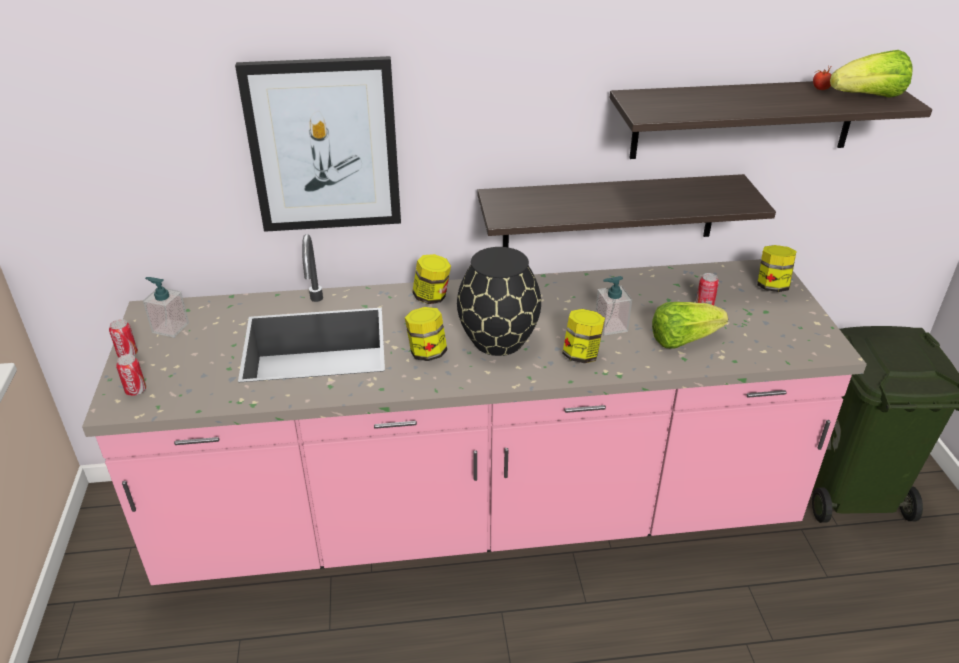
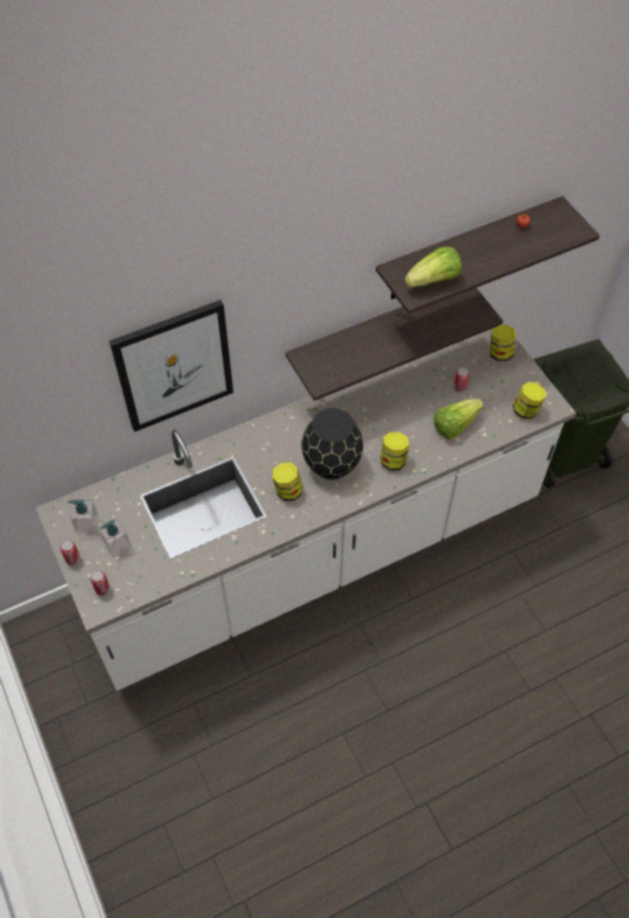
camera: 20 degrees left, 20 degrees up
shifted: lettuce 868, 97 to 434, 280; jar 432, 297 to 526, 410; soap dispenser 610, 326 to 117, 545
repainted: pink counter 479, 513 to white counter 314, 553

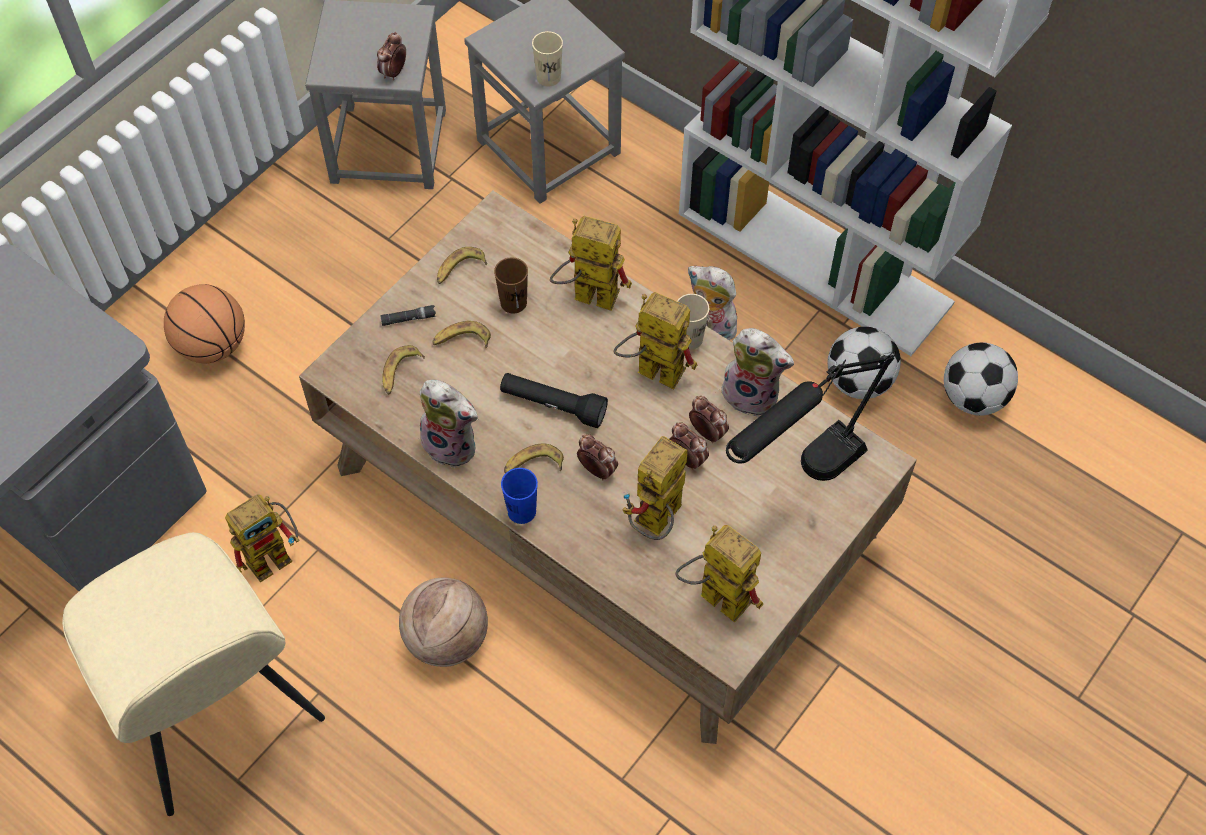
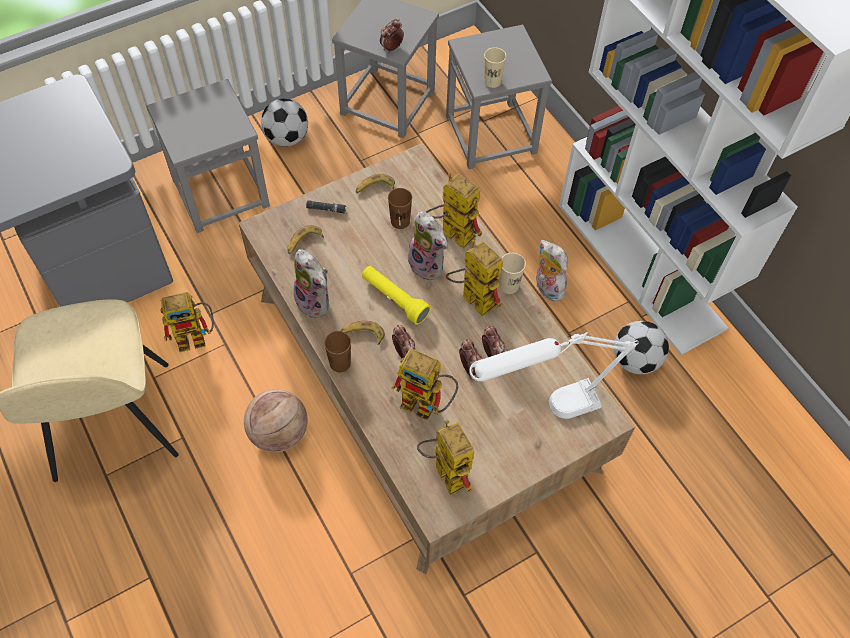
camera: 20 degrees right, 0 degrees up
gone: banana 461, 340
shifted: plush toy 752, 394 to 428, 265; football 973, 397 to 287, 138
swapped: basketball 212, 345 to grey stool 220, 192
repainted: black table lamp 799, 480 to white table lamp 542, 411; black flashlight 553, 405 to yellow flashlight 394, 299; blue cup 521, 511 to brown cup 340, 363
rotated: toy robot 656, 524 = 427, 405 120 degrees counterclockwise

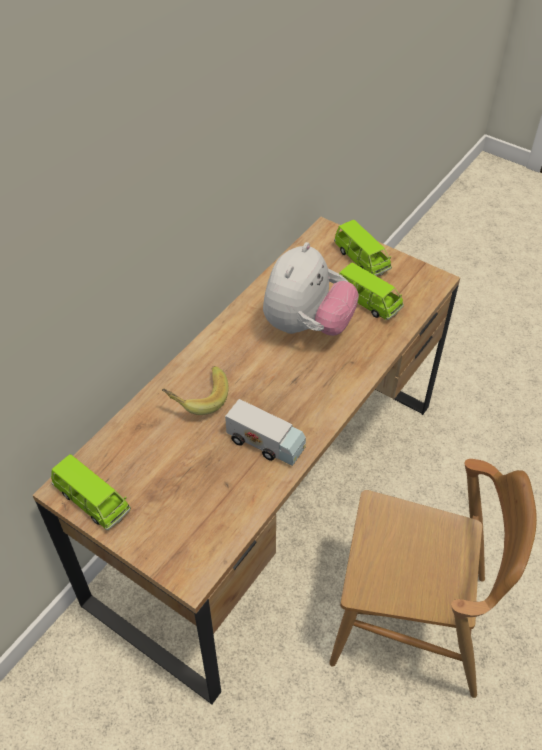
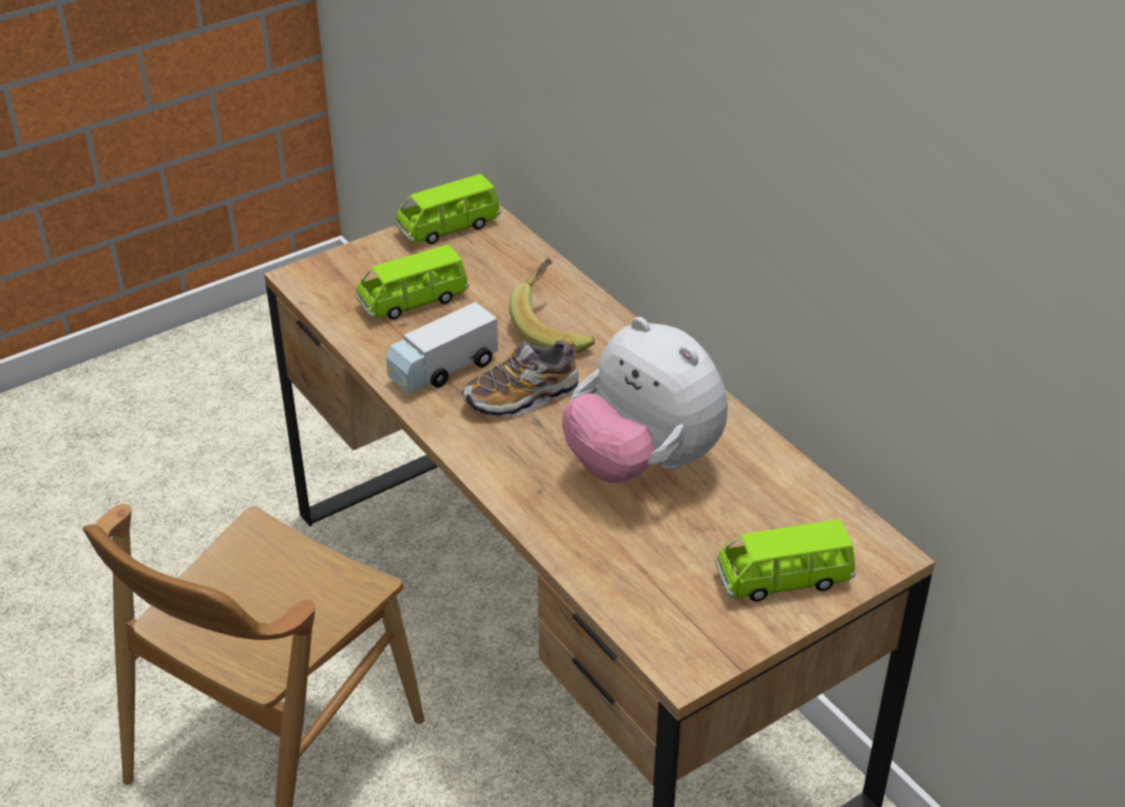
camera: 110 degrees right, 10 degrees down
new: shoe 522, 397
shifted: green toy car 368, 302 to 413, 301

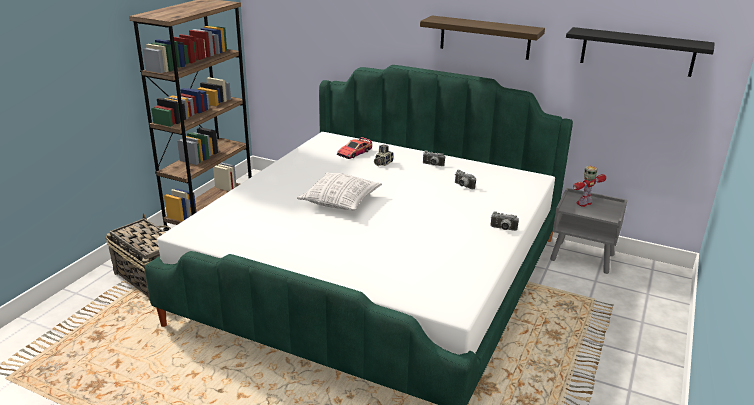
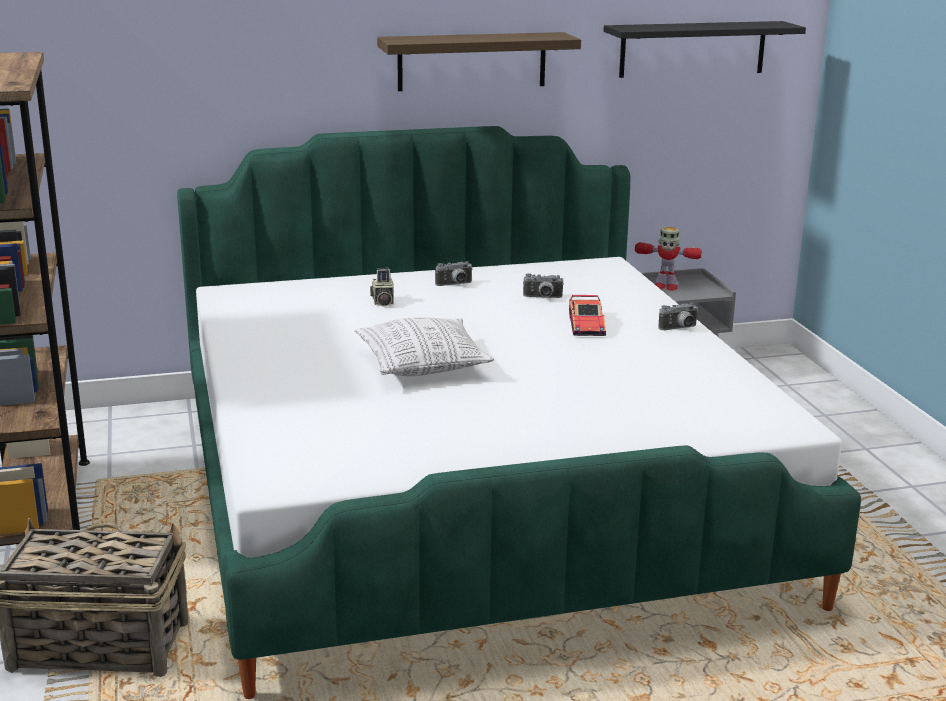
camera: 40 degrees left, 5 degrees down
shifted: toy car 354, 153 to 586, 325
rotated: toy robot 584, 203 = 665, 286 90 degrees counterclockwise

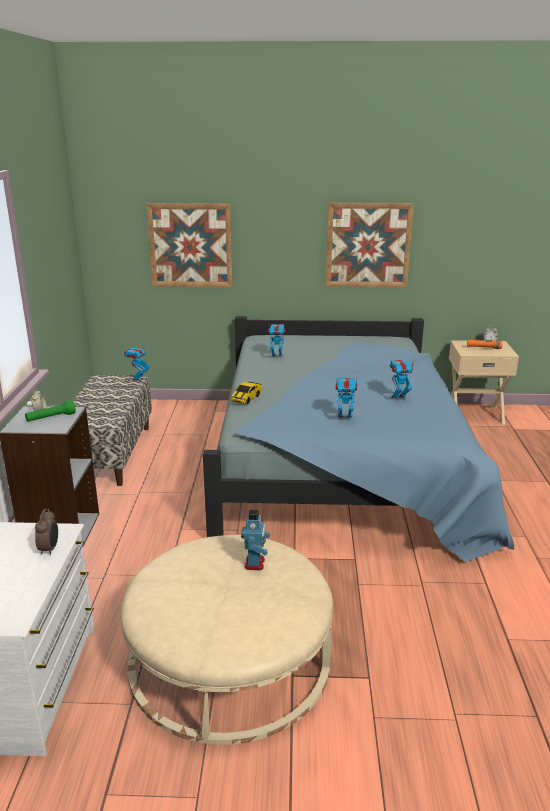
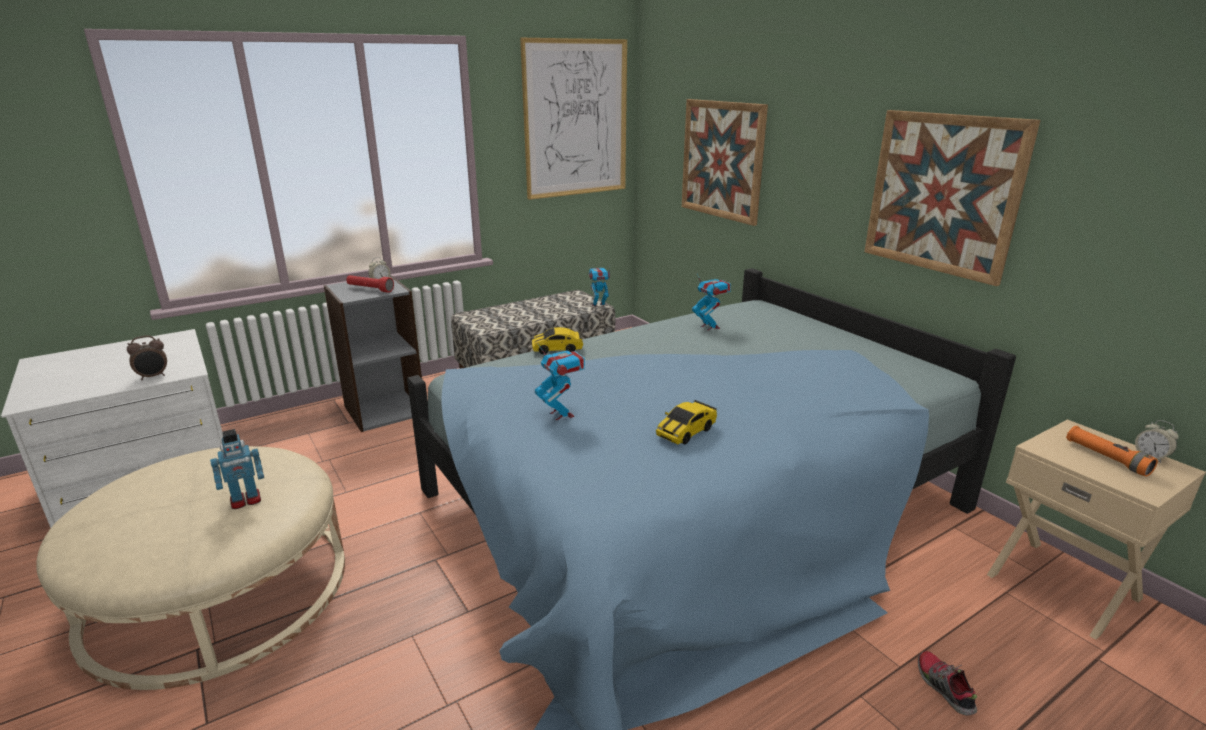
camera: 55 degrees right, 0 degrees up
new: picture 576, 119; shoe 943, 688
swapped: toy robot 398, 398 to toy car 686, 432
repainted: green flashlight 51, 418 to red flashlight 370, 289

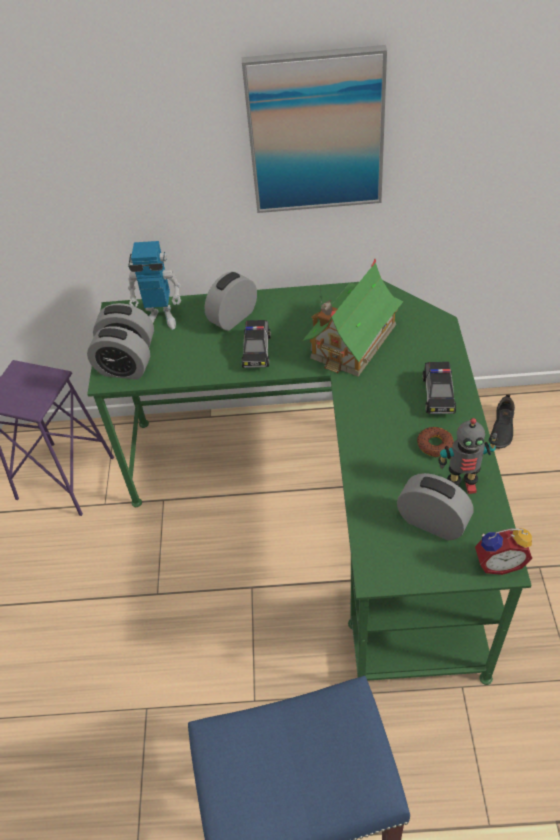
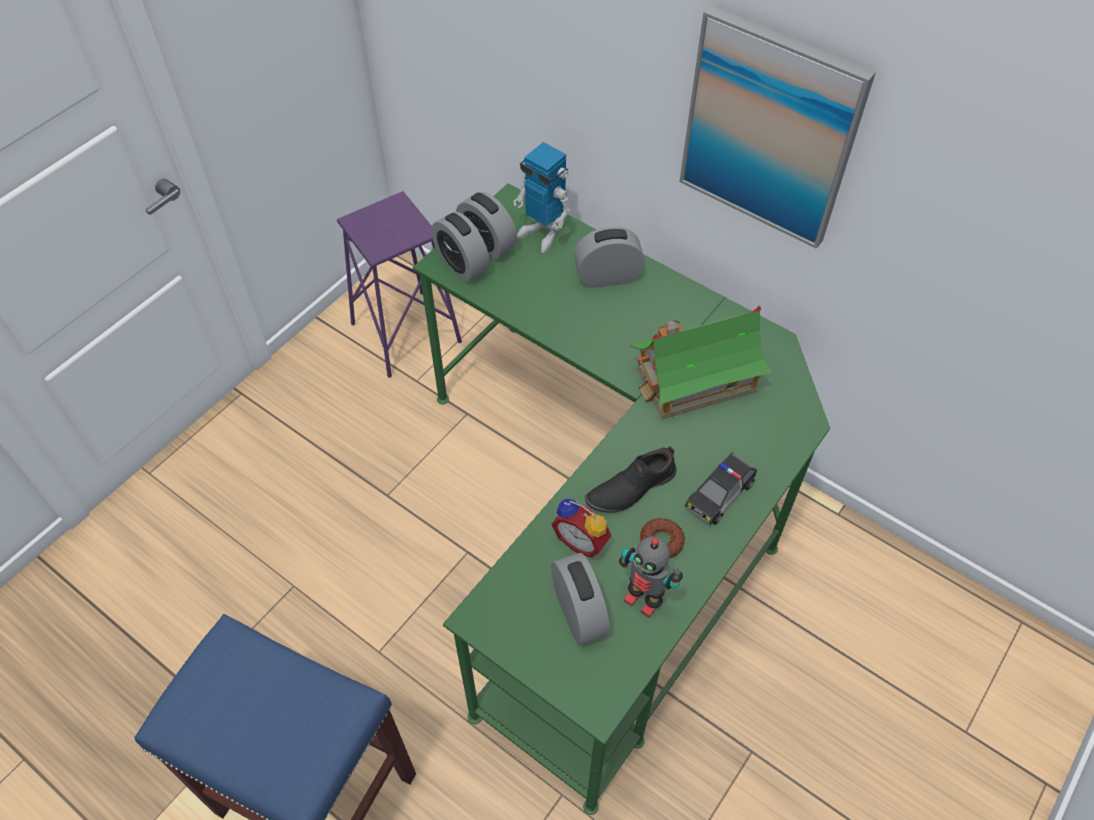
camera: 35 degrees right, 5 degrees up
gone: toy car 256, 351
shifted: black shoe 501, 429 to 630, 487; alarm clock 498, 562 to 582, 540

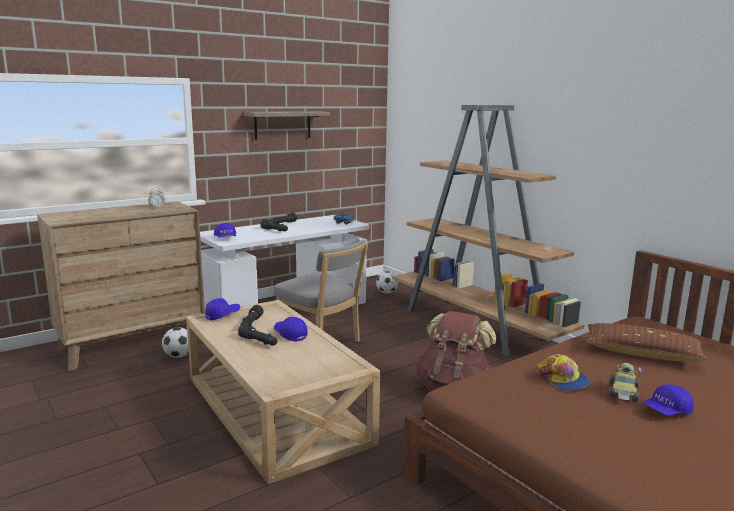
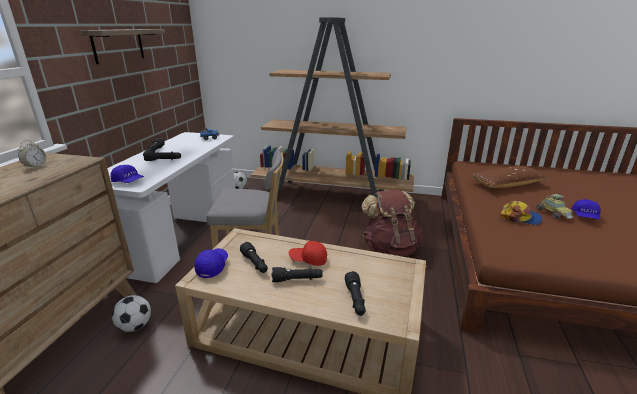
camera: 40 degrees left, 10 degrees up
new: black flashlight 355, 300
repainted: blue cap 290, 335 to red cap 308, 259

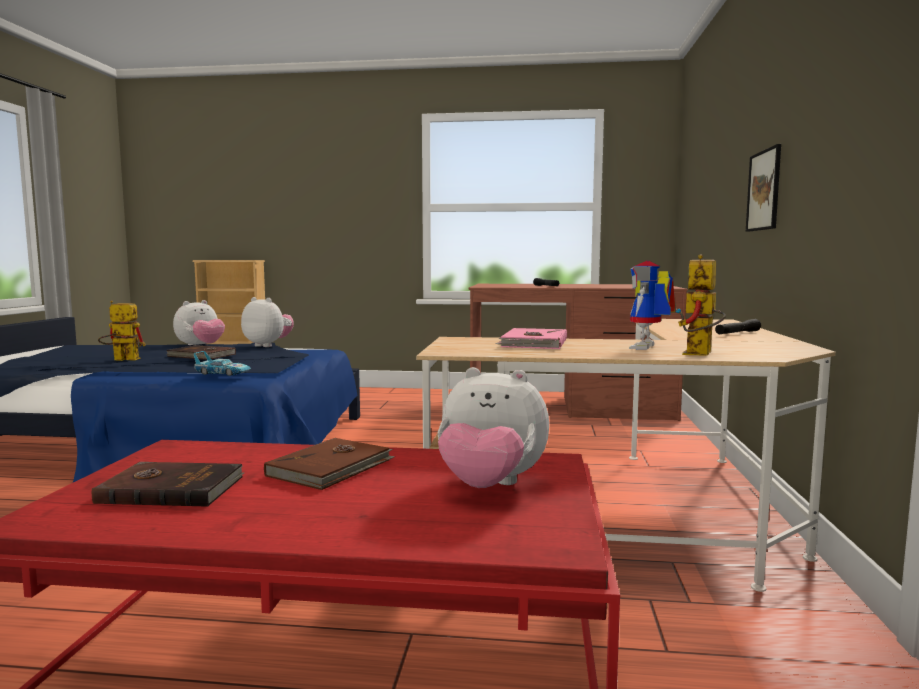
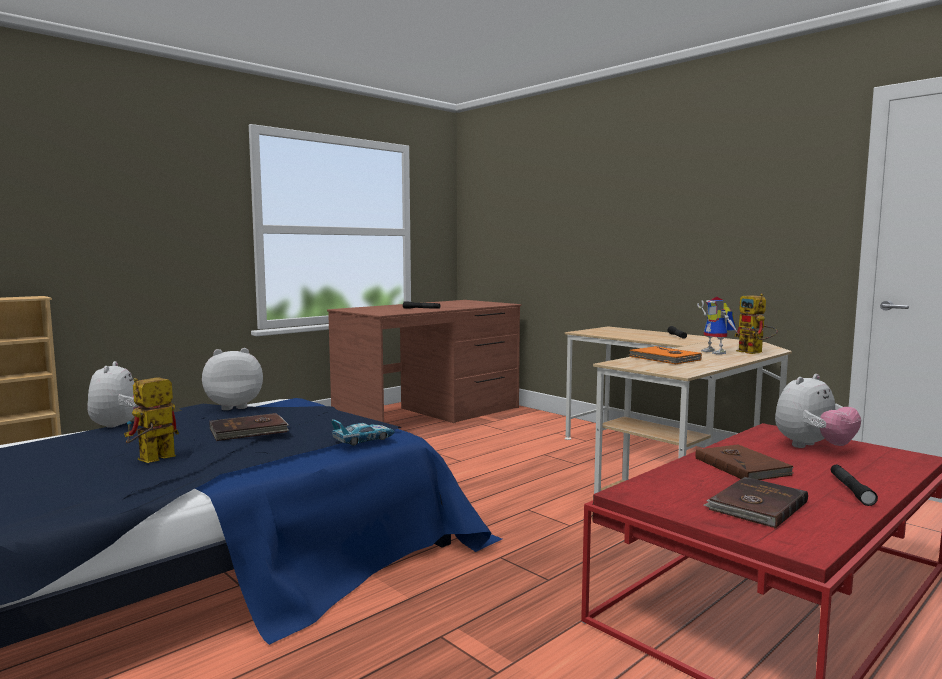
camera: 50 degrees left, 0 degrees up
gone: picture 764, 190
new: black flashlight 851, 490
repainted: pink book 533, 343 to orange book 664, 358

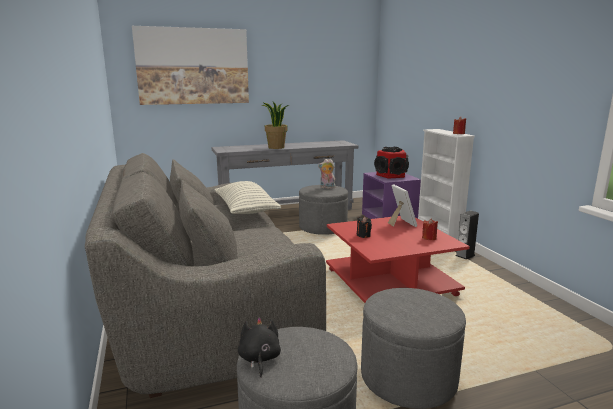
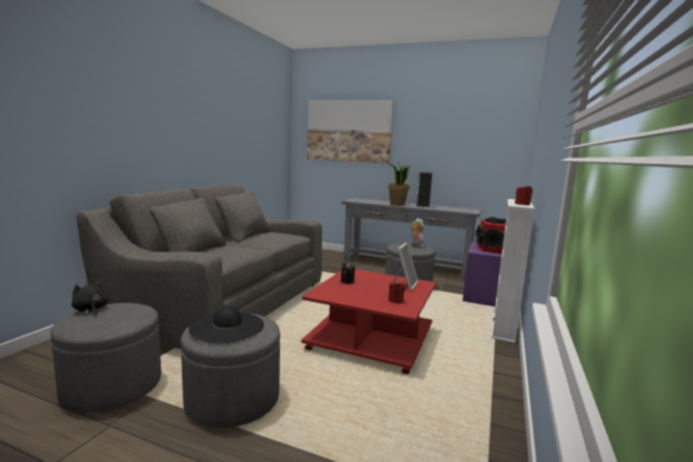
camera: 40 degrees right, 5 degrees down
gone: pillow 246, 210
new: black hat 227, 326
shifted: speaker 465, 256 to 422, 206
rotated: black plush toy 259, 359 = 90, 310 75 degrees counterclockwise

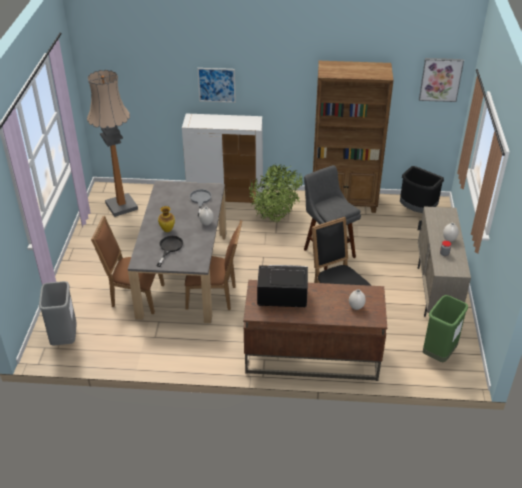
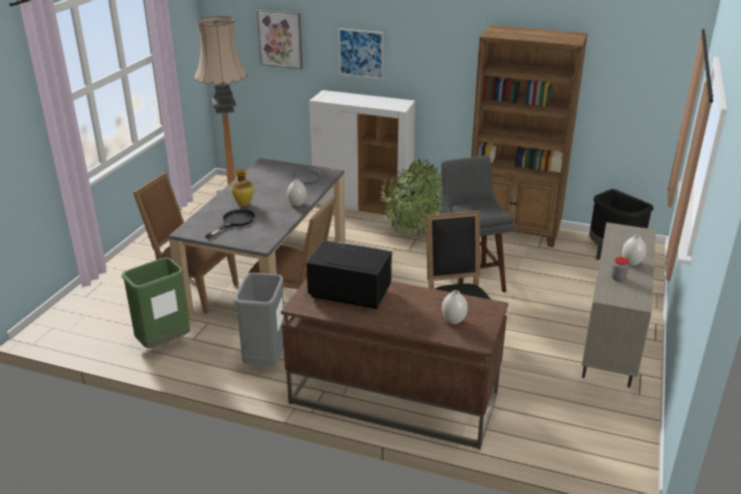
camera: 15 degrees right, 10 degrees down
shifted: picture 440, 79 to 280, 39; grey trash can 64, 338 to 265, 360; green trash can 439, 354 to 164, 343

